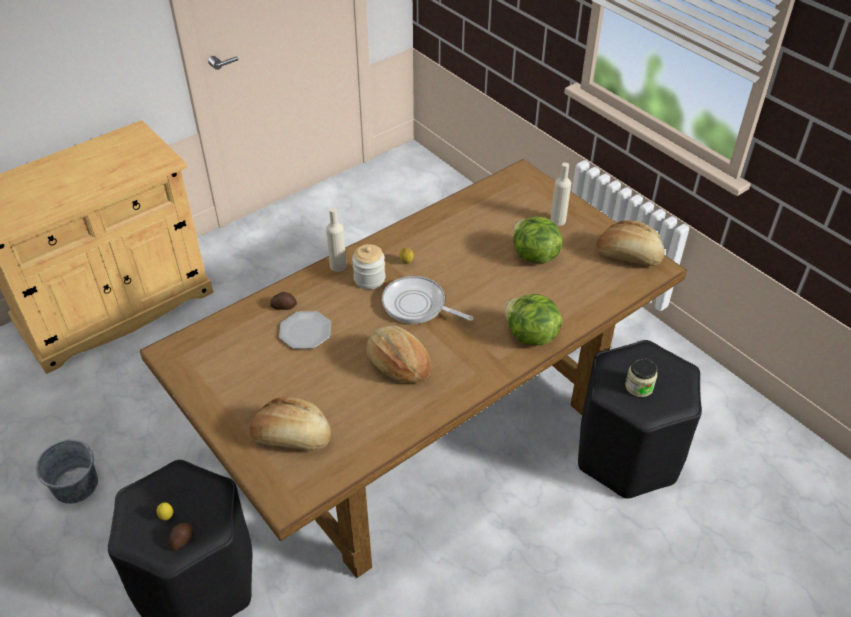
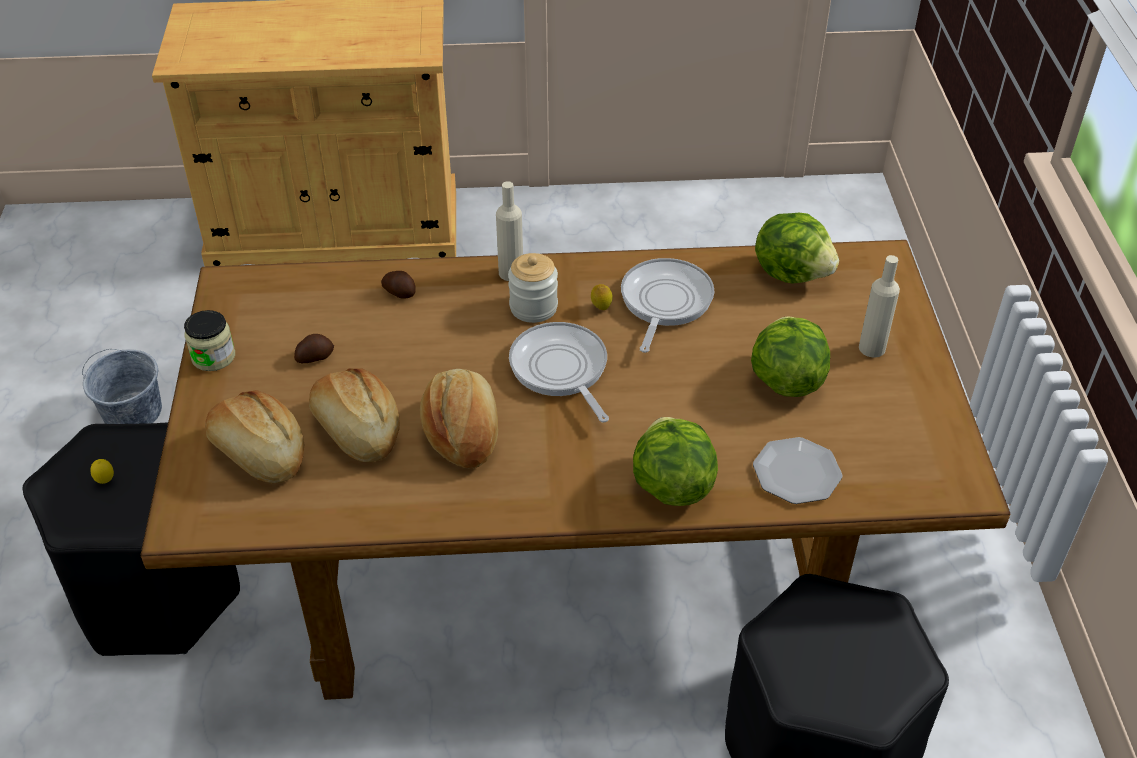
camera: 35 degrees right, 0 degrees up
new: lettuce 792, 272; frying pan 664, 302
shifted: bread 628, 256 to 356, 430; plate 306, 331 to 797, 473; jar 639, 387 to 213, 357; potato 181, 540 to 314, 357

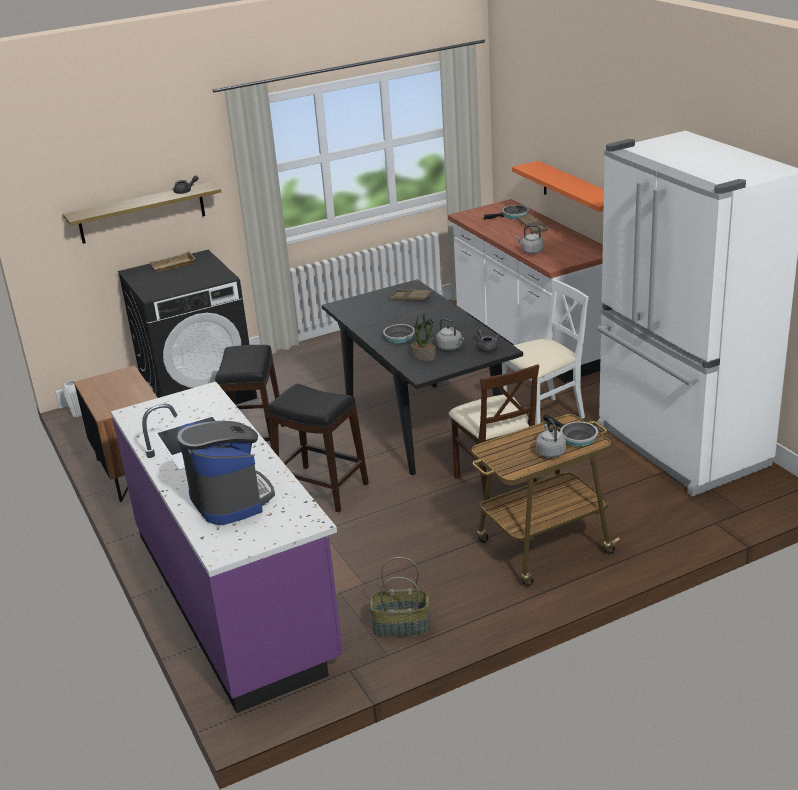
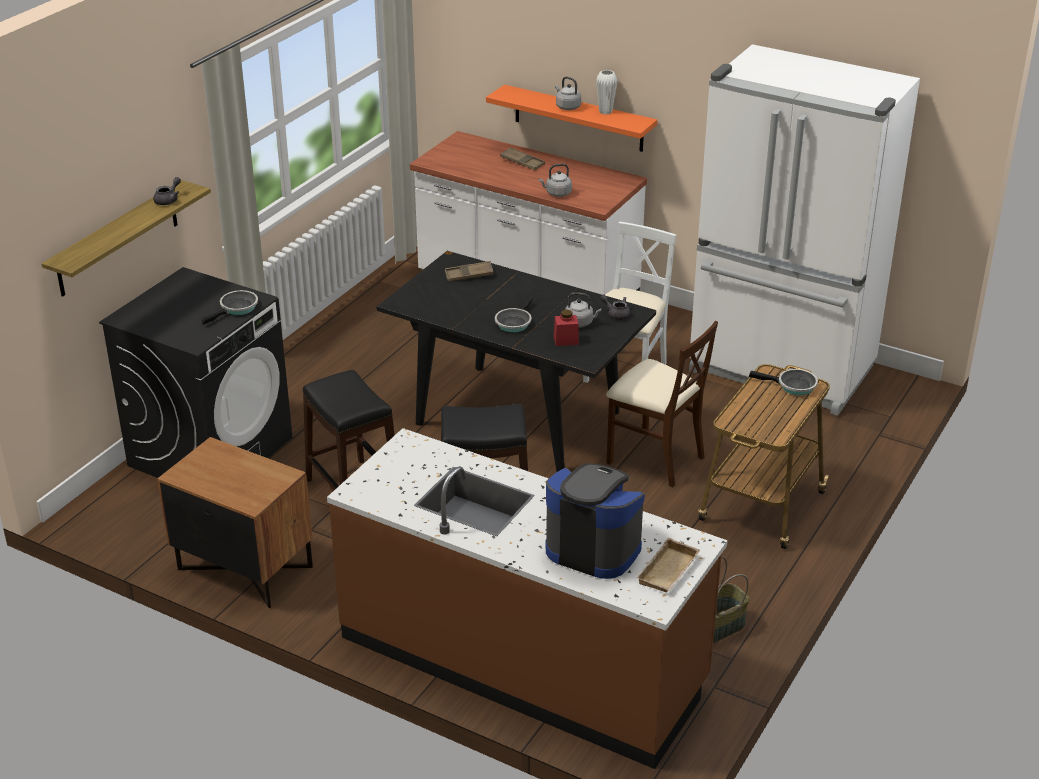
camera: 35 degrees left, 5 degrees up
shifted: frying pan 513, 216 to 237, 309; beige tray 172, 266 to 669, 572; white vase 78, 414 to 605, 111; grey kettle 550, 452 to 567, 107
swapped: potted plant 424, 357 to red jar 566, 340
repainted: purple counter 235, 596 to brown counter 523, 660

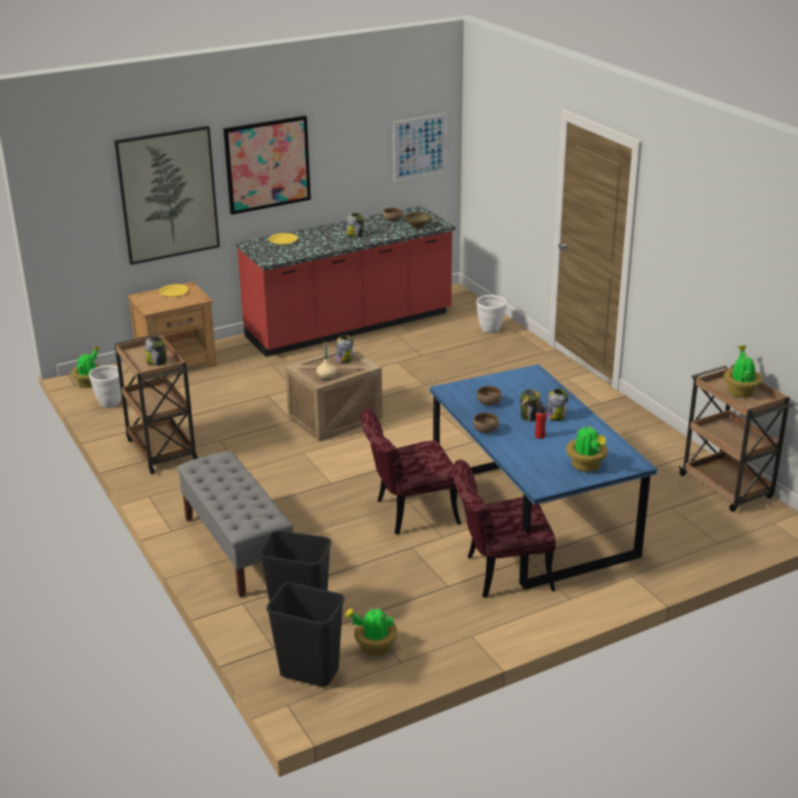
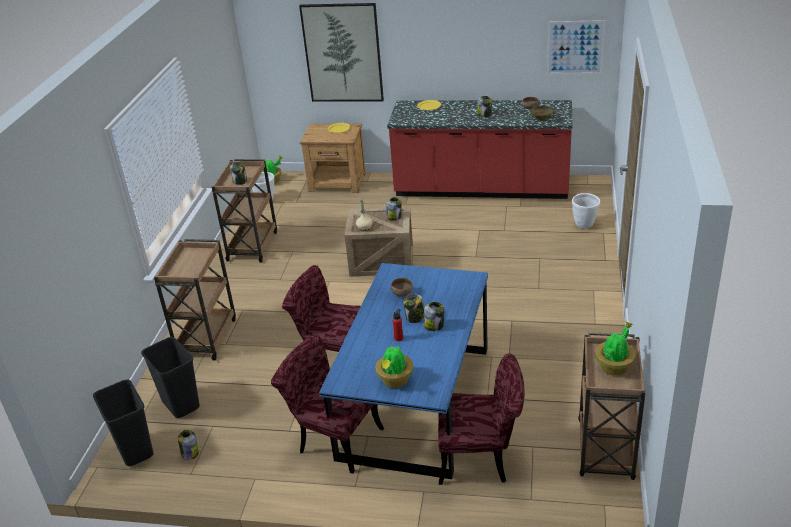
camera: 40 degrees right, 5 degrees up
gone: picture 267, 164; brown bowl 485, 430
new: red chair 481, 458
swapped: grey bench 237, 548 to brown cart 207, 337; potted plant 374, 647 to jar 190, 453

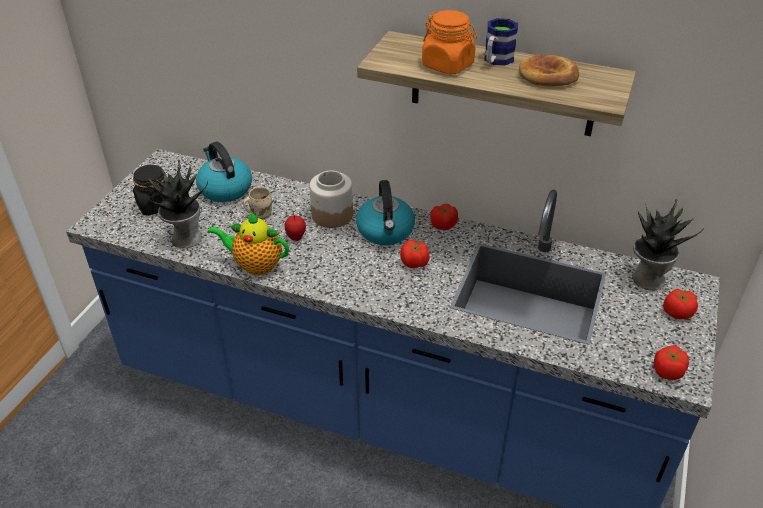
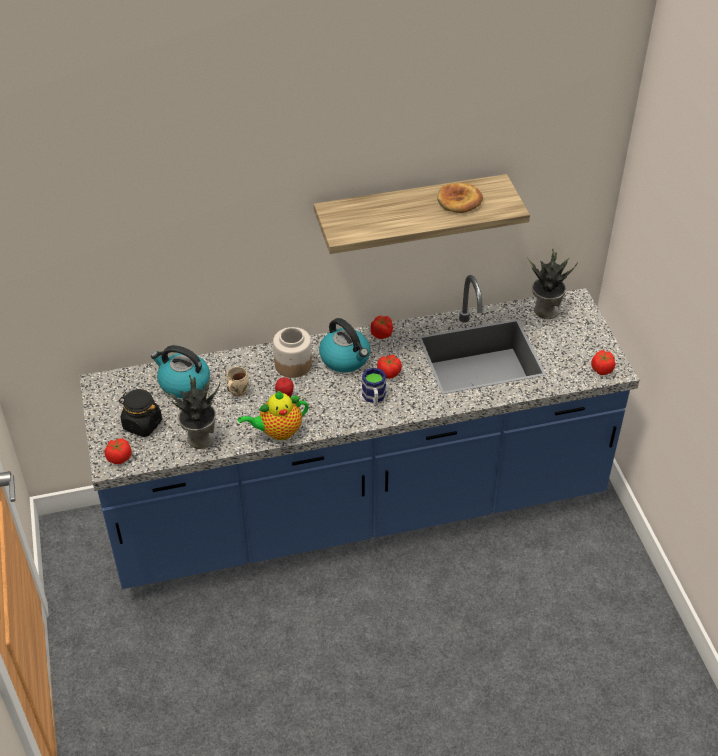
camera: 35 degrees left, 5 degrees up
gone: orange jar 448, 65
shifted: mug 496, 61 to 374, 398; tomato 677, 313 to 119, 458

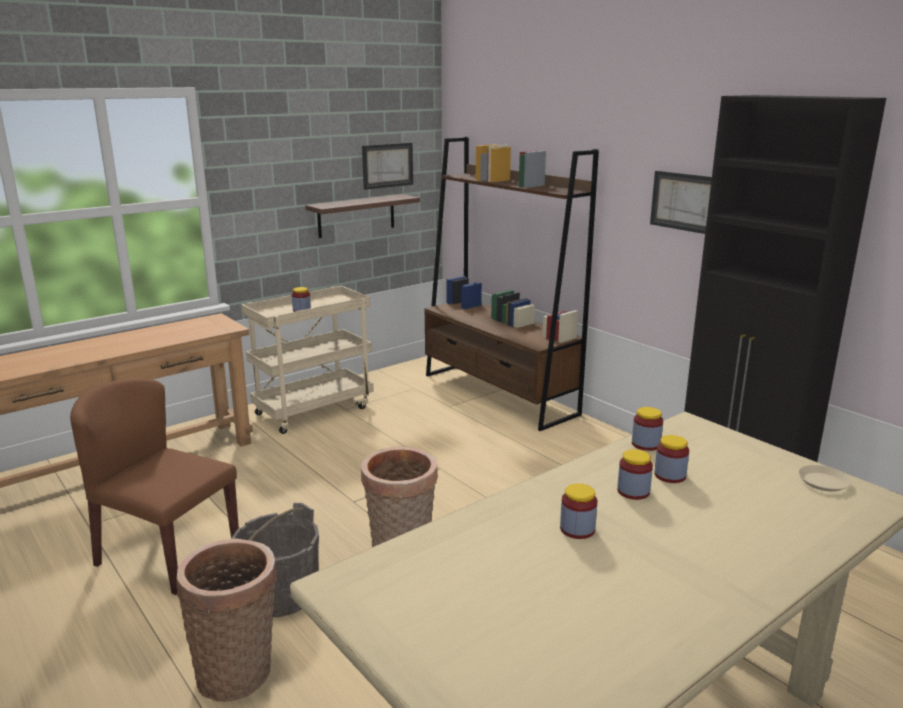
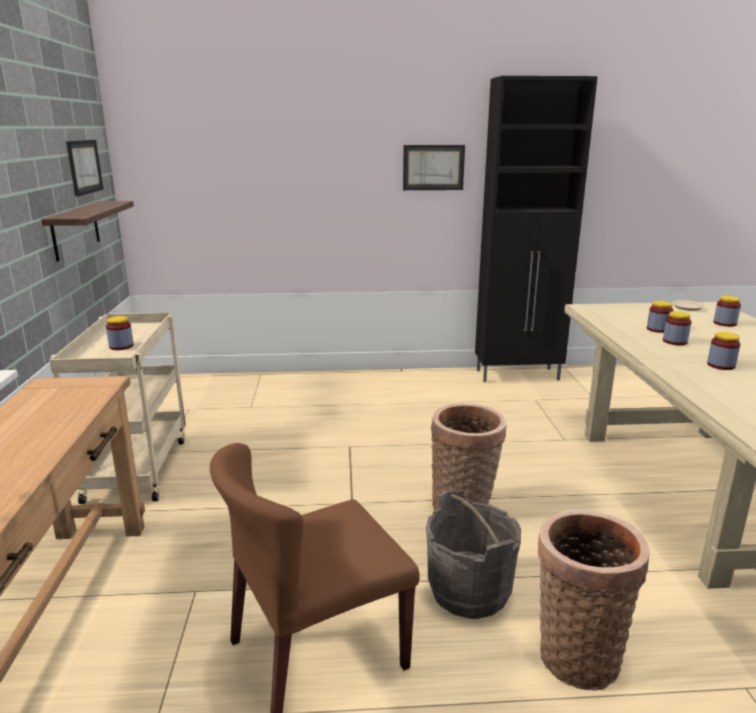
camera: 55 degrees left, 0 degrees up
gone: brown bookcase 499, 394
shifted: jar 646, 444 to 724, 323

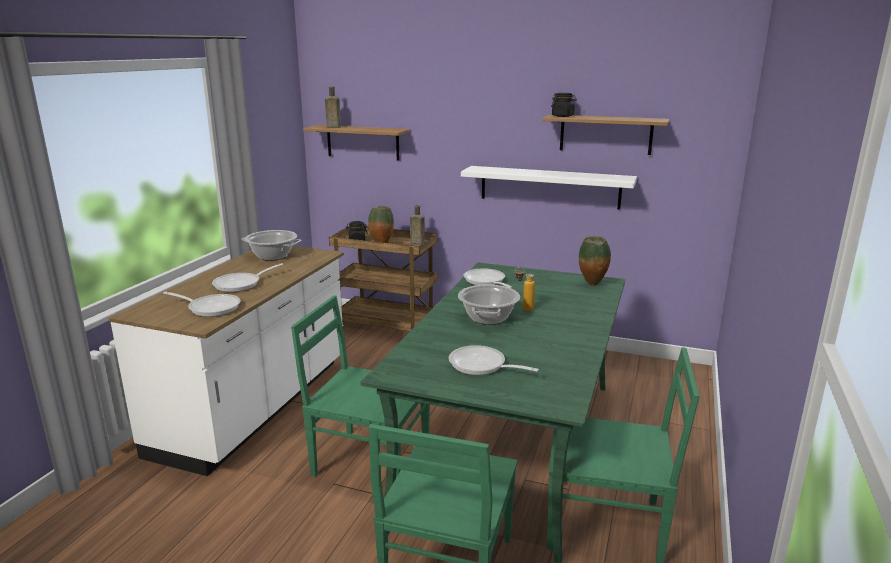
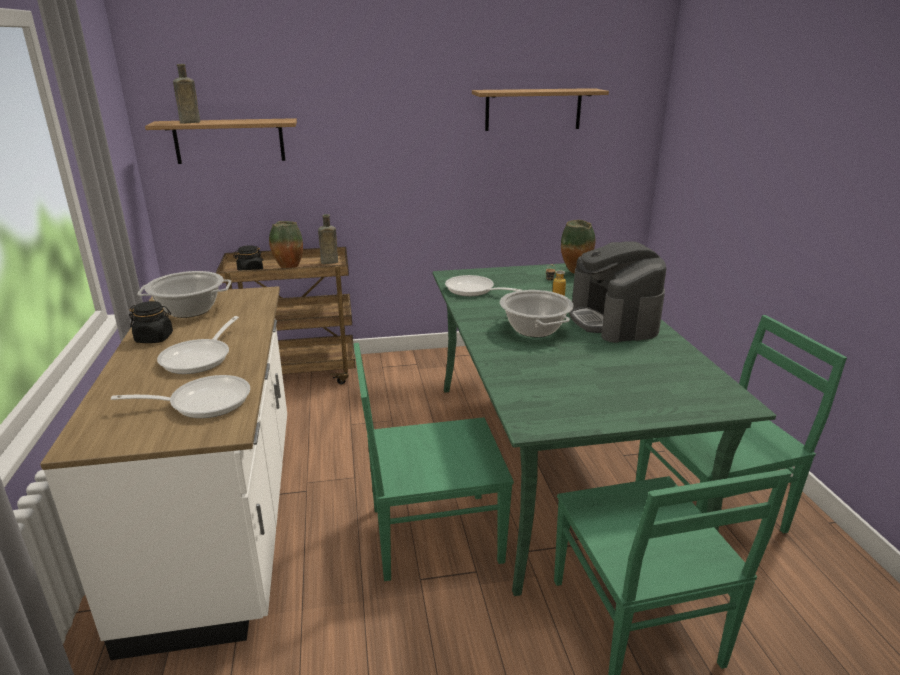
camera: 30 degrees left, 5 degrees up
gone: white shelf 549, 187; frying pan 481, 366
new: coffee machine 613, 321
shifted: black jar 563, 116 to 154, 338

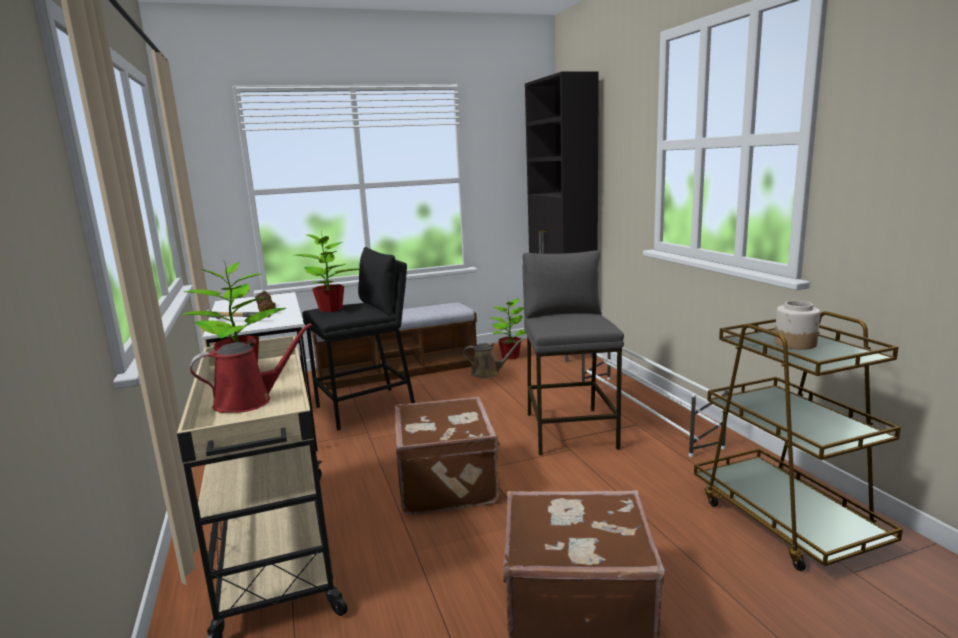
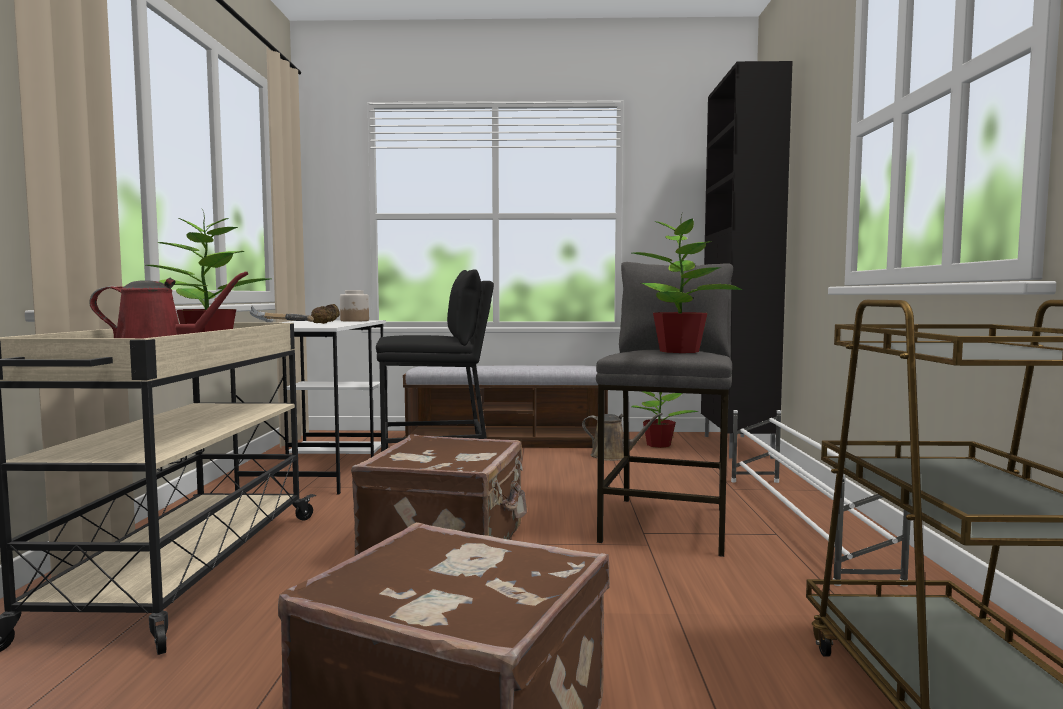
camera: 20 degrees right, 10 degrees down
shifted: potted plant 331, 309 to 680, 351; jar 795, 344 to 355, 321

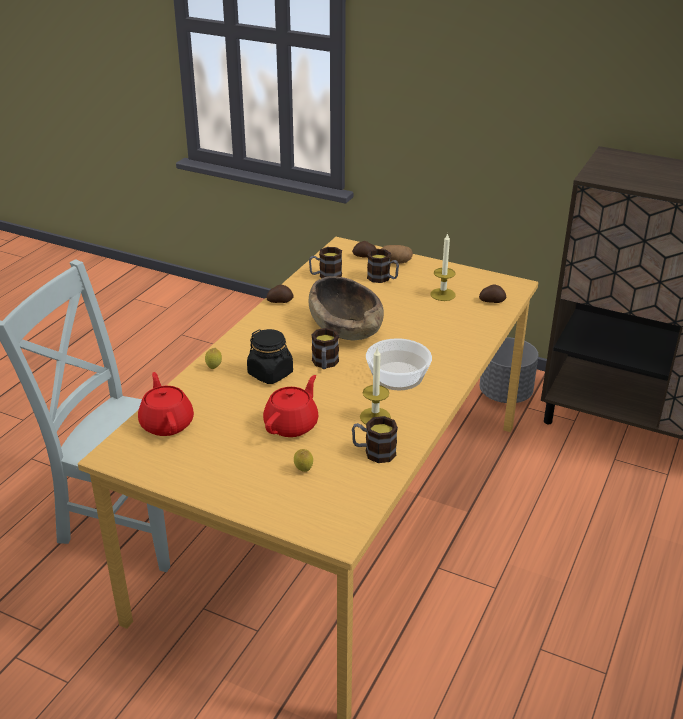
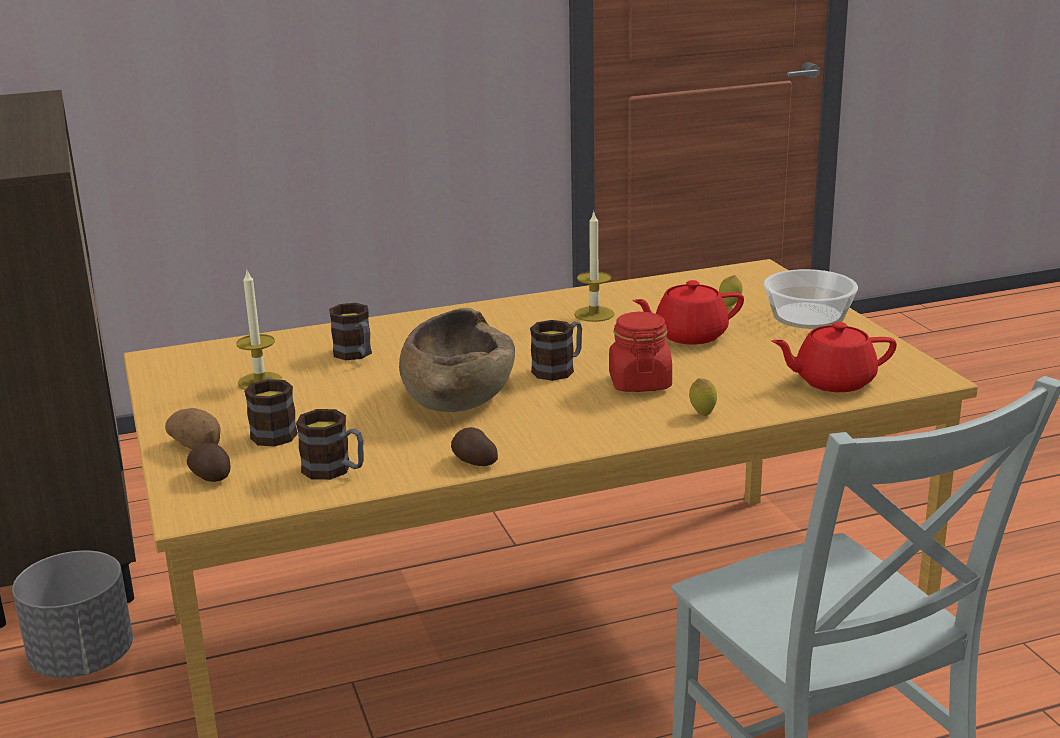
camera: 135 degrees left, 10 degrees down
gone: potato 492, 301
shifted: bowl 398, 376 to 808, 316; mug 373, 452 to 356, 355
repainted: black jar 270, 373 to red jar 639, 383
rotated: red teapot 167, 423 = 832, 381 60 degrees clockwise

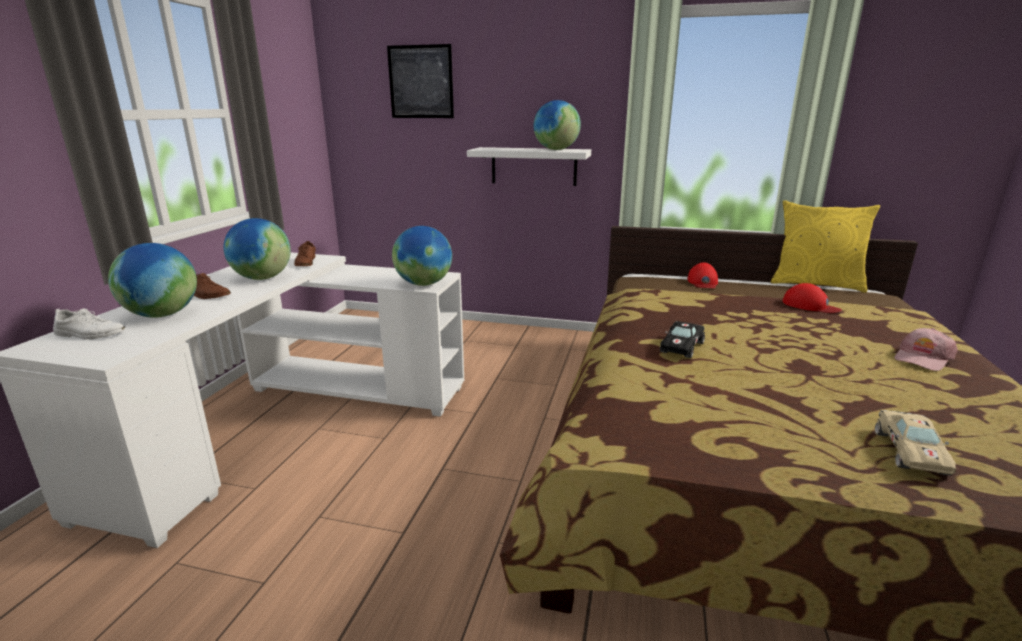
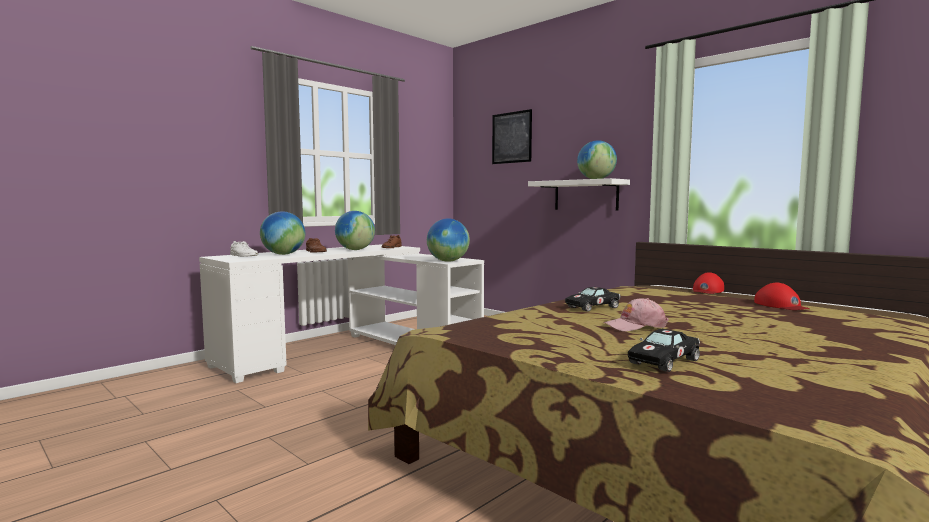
camera: 30 degrees right, 15 degrees down
gone: yellow pillow 815, 284
shifted: pink cap 922, 358 to 635, 326
repainted: beige toy car 910, 451 to black toy car 664, 361

